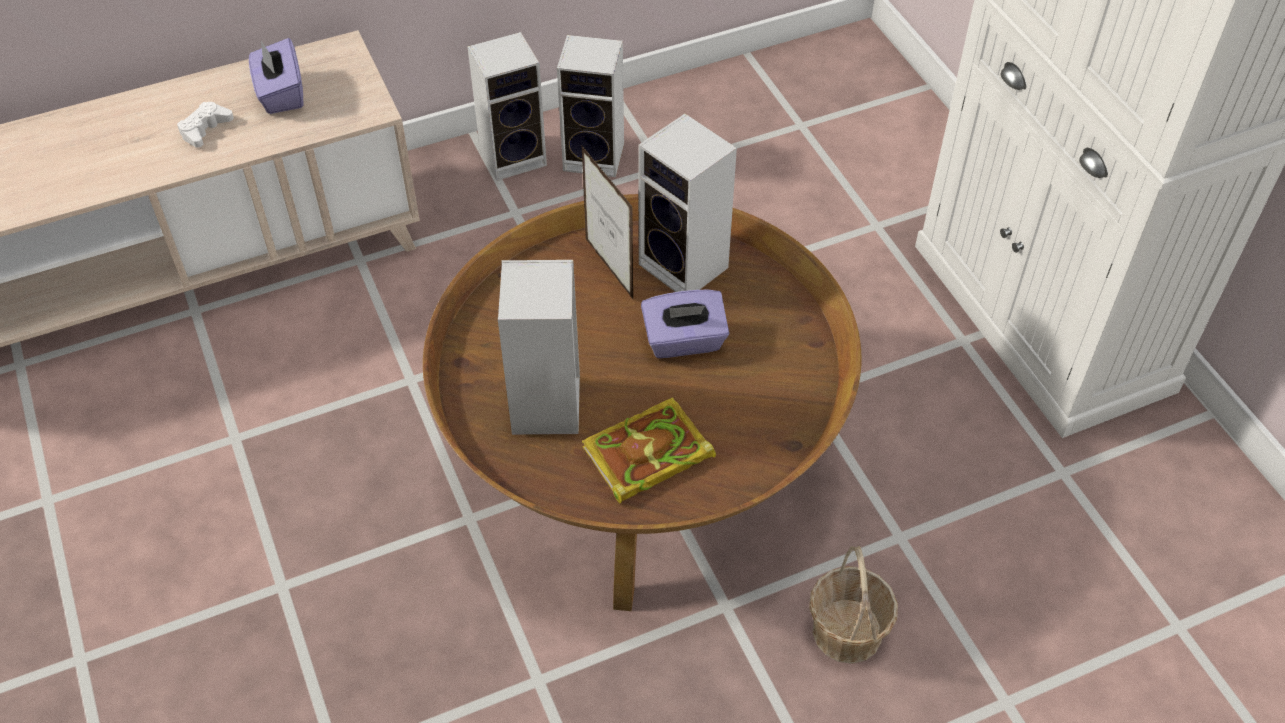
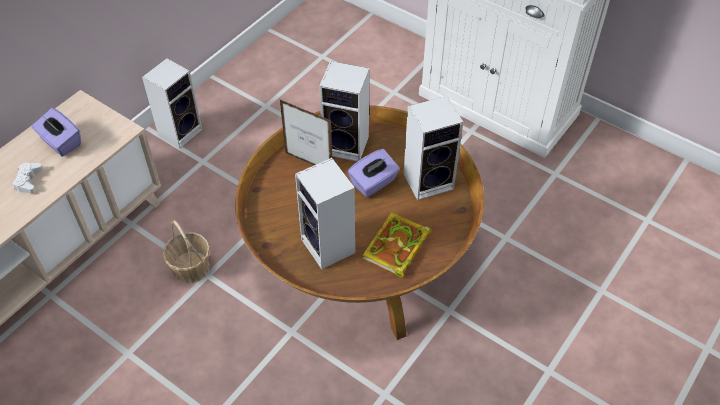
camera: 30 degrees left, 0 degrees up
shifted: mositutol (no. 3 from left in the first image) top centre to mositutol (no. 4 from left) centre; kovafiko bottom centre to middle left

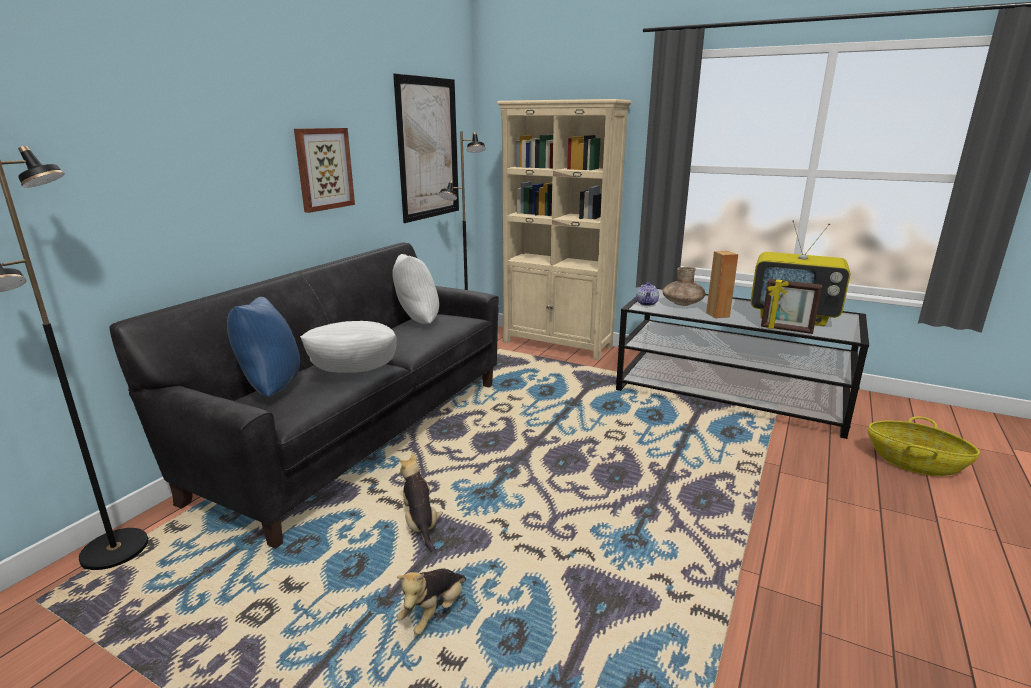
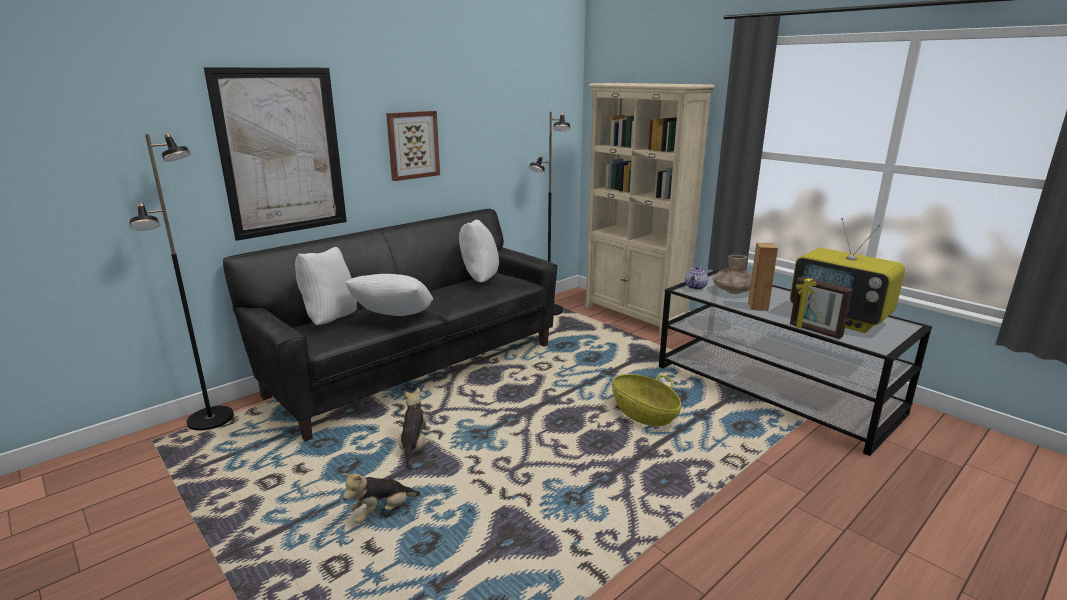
camera: 20 degrees right, 0 degrees up
shifted: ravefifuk (no. 2 from left in the first image) top centre to ravefifuk (no. 1 from left) top left; kovafiko middle right to bottom centre
repainted: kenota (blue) middle left to kenota (white) (no. 1 from left) middle left

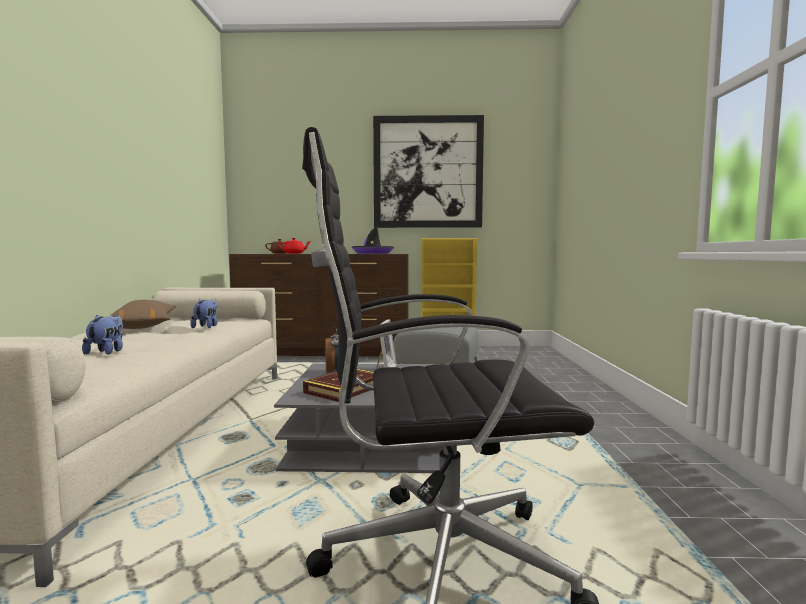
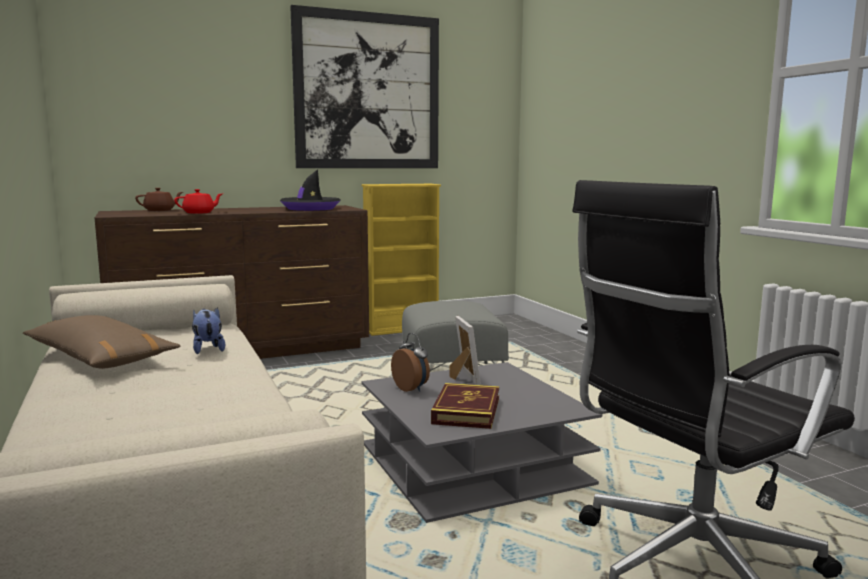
camera: 25 degrees left, 5 degrees up
gone: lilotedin (no. 1 from left) middle left

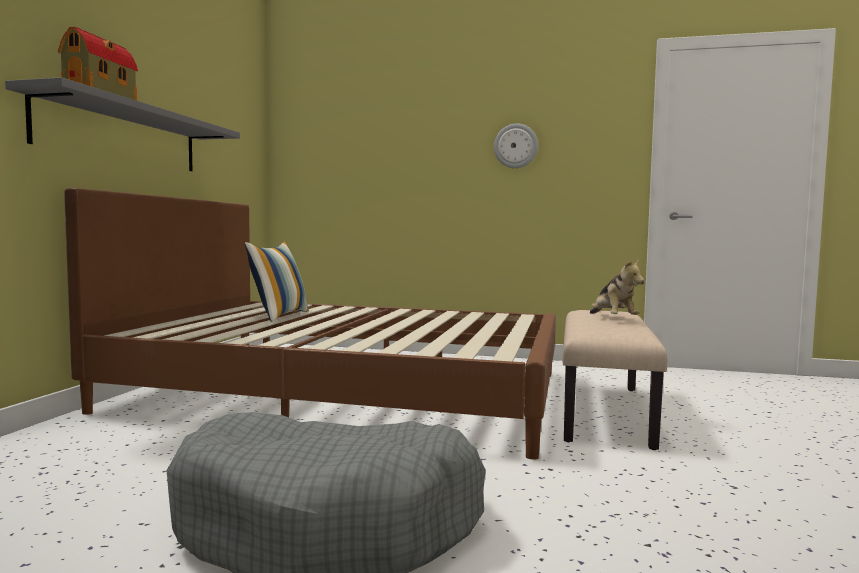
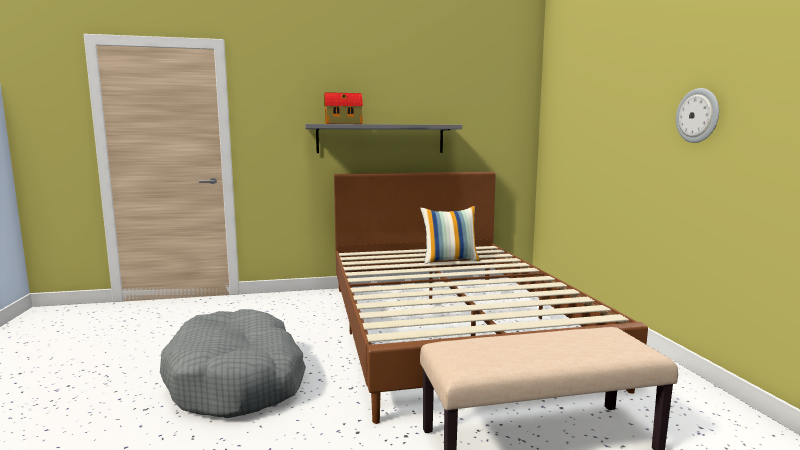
camera: 65 degrees right, 5 degrees up
gone: lilotedin middle right

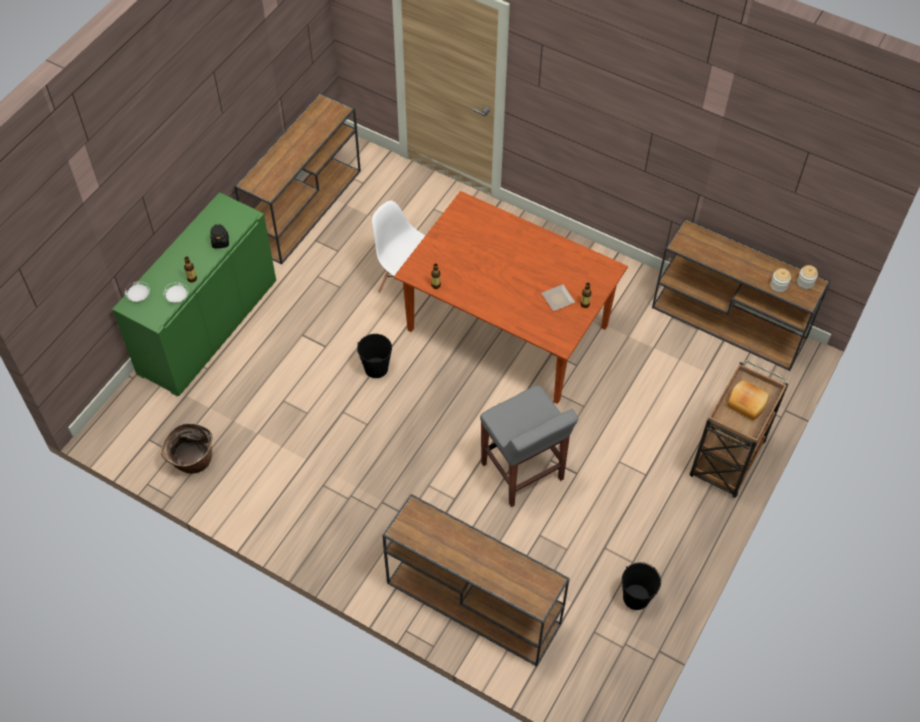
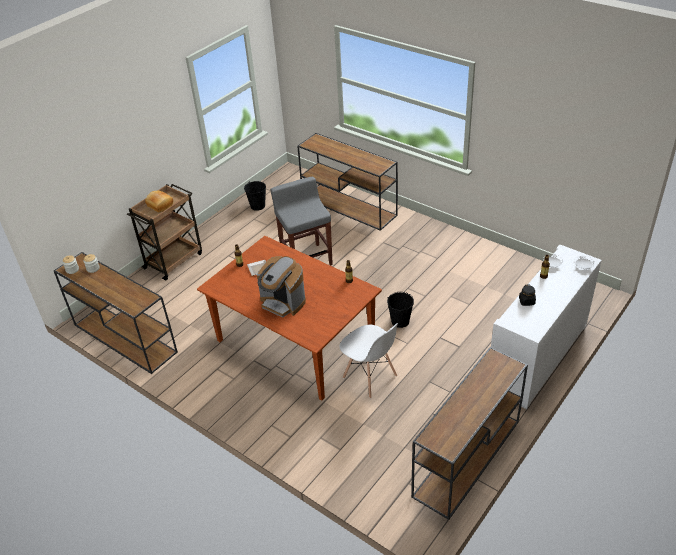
camera: 170 degrees left, 15 degrees down
gone: kovafiko middle left
new: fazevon centre
repainted: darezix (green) middle left to darezix (white) middle right

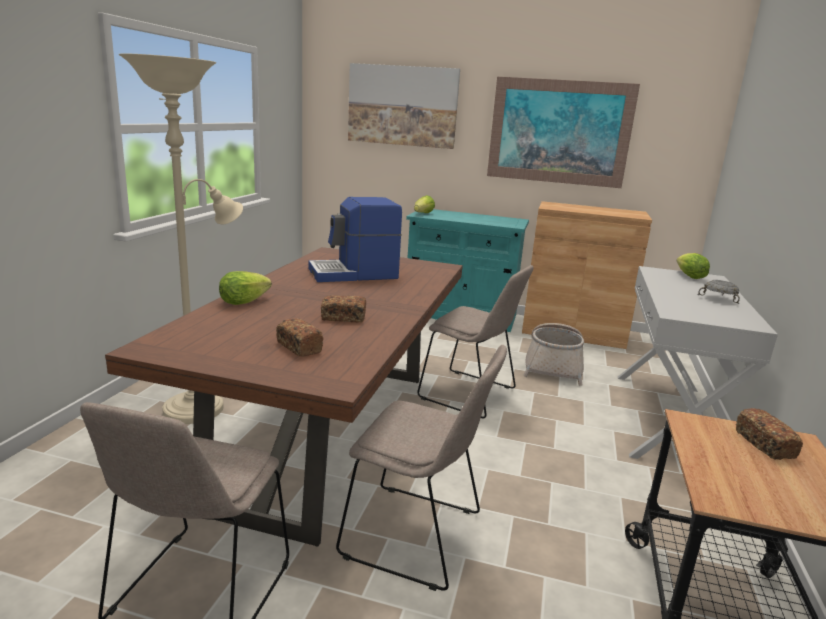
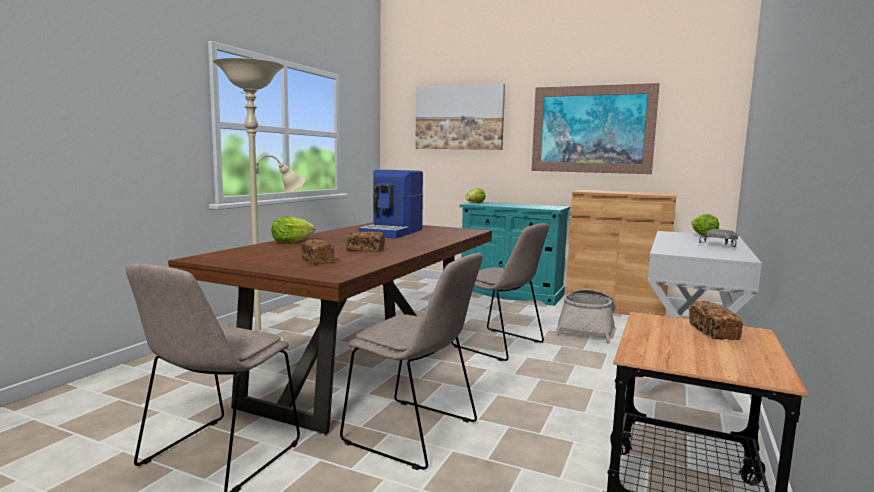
camera: 10 degrees right, 10 degrees down
rotated: fazevon centre = centre 60 degrees counterclockwise

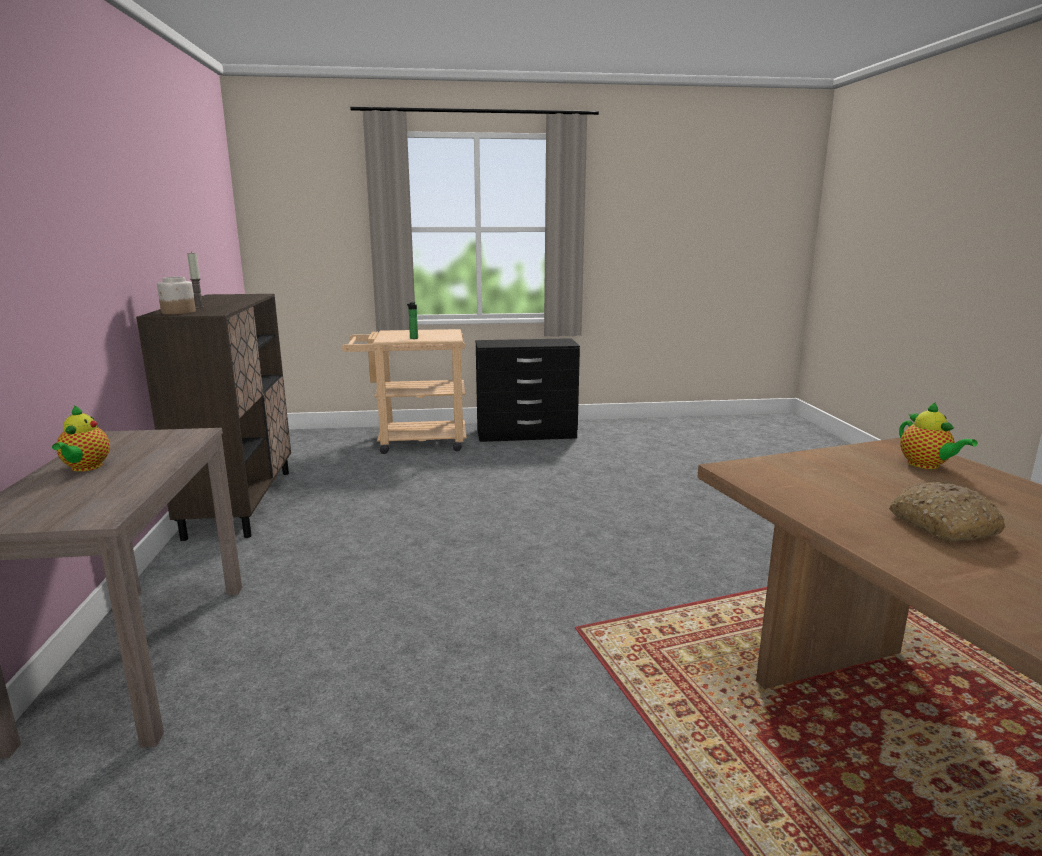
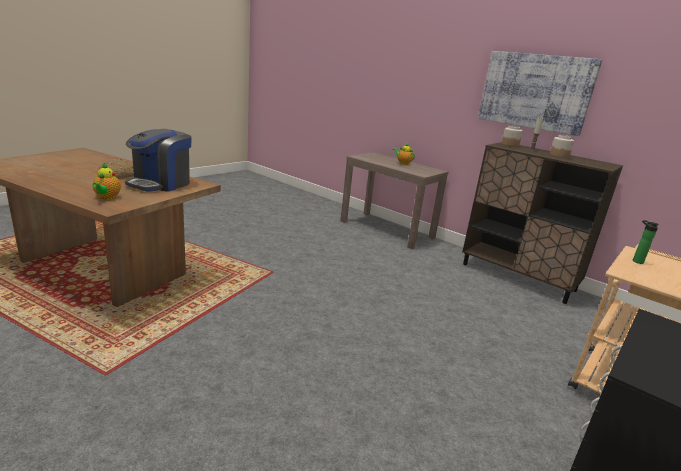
camera: 135 degrees right, 5 degrees up
new: fazevon middle left; ravefifuk top right; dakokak (no. 2 from left) top right
rotated: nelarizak (no. 2 from left in the first image) middle right = middle left 120 degrees counterclockwise

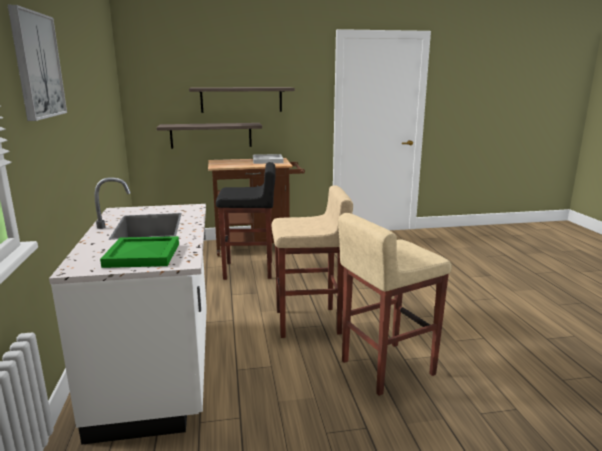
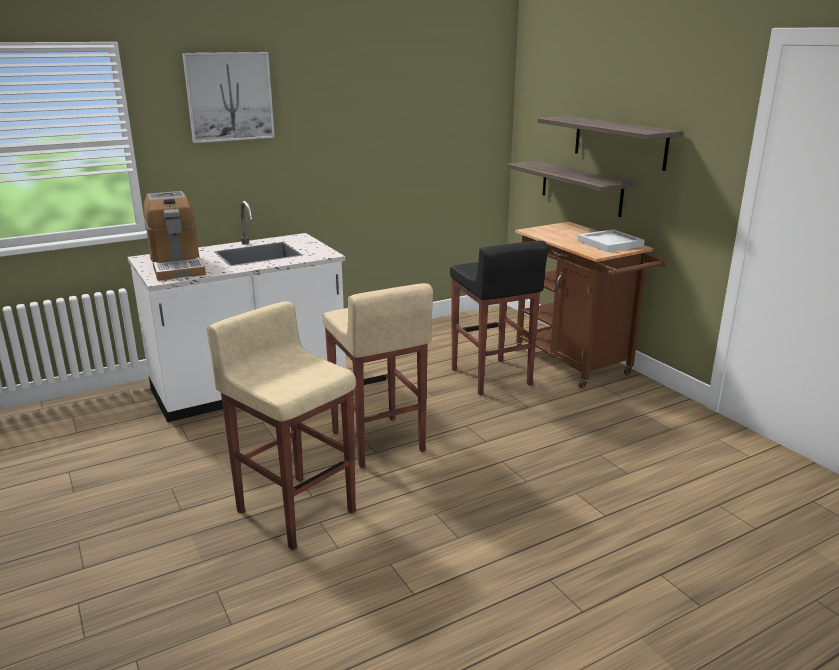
camera: 70 degrees right, 5 degrees up
swapped: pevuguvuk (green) middle left to fazevon middle left

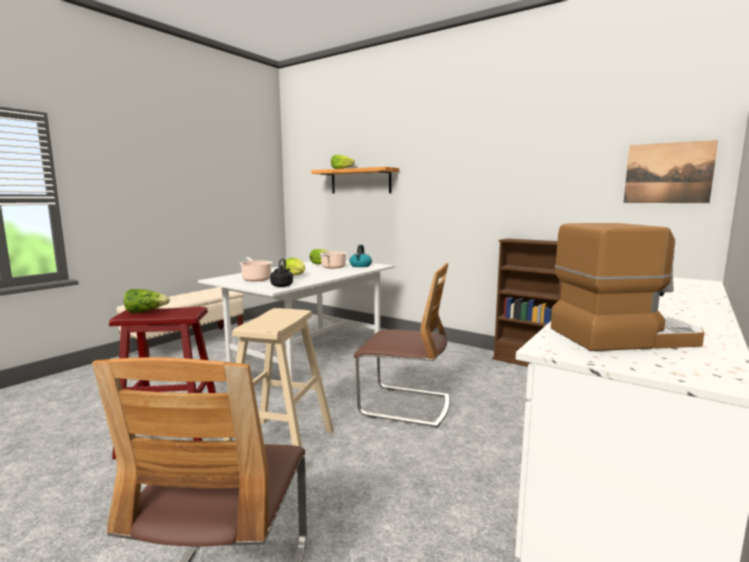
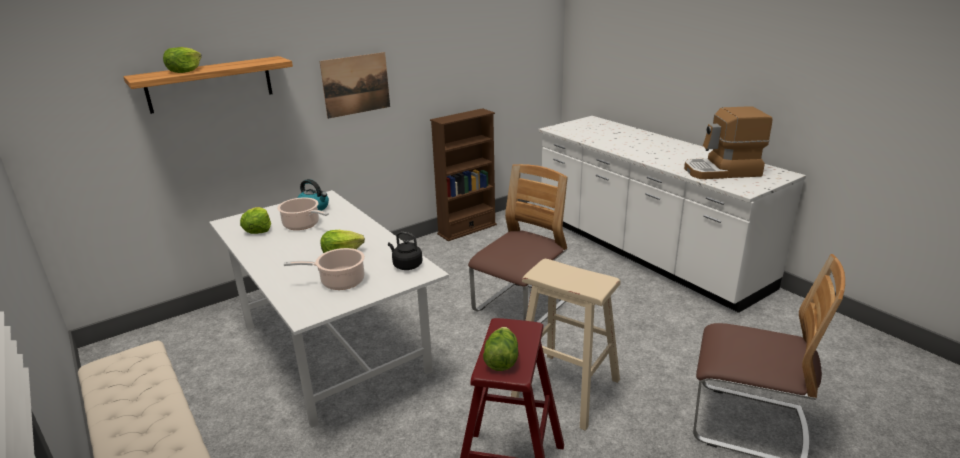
camera: 70 degrees left, 15 degrees up
shifted: ravefifuk top right to top centre
rotated: fazevon middle right = top right 105 degrees counterclockwise

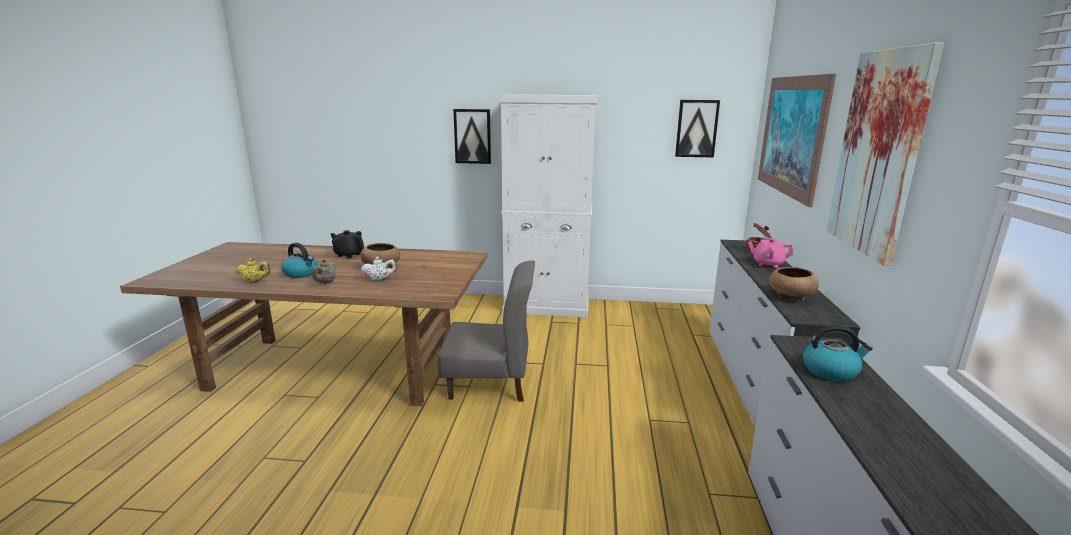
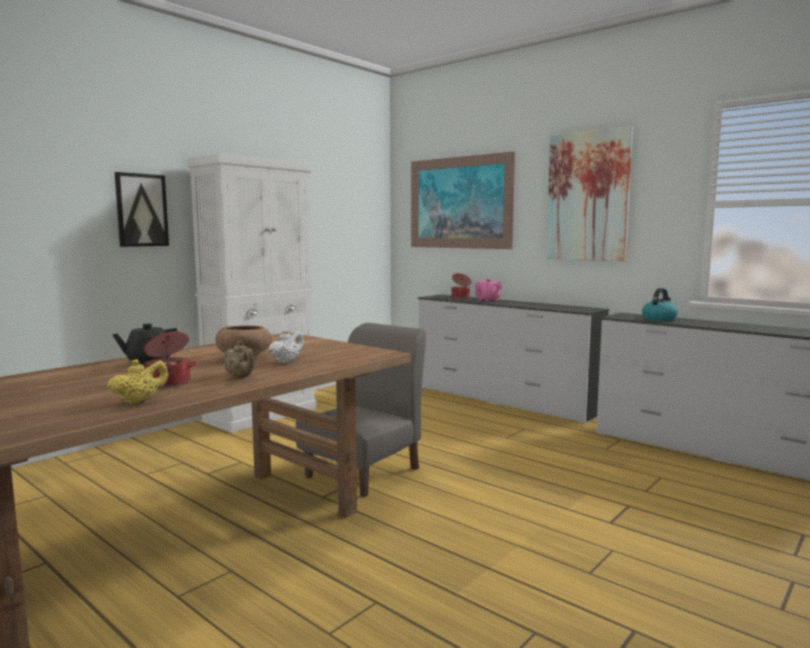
camera: 55 degrees left, 10 degrees down
gone: ravefifuk (no. 2 from left) top centre; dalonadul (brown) (no. 2 from left) middle right
swapped: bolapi (no. 1 from left) middle left to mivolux (no. 1 from left) middle left

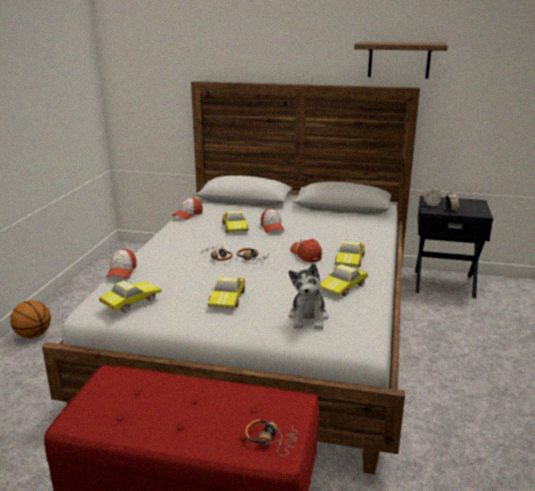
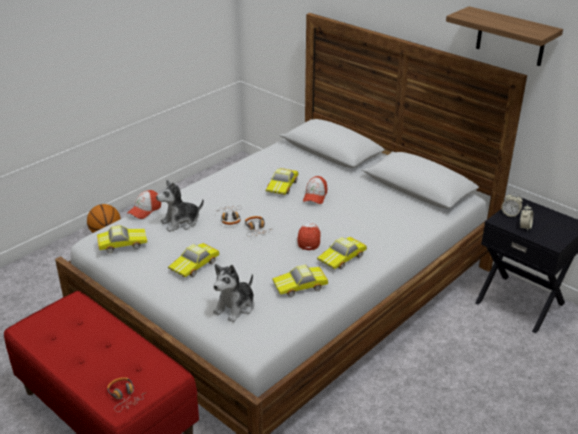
camera: 30 degrees right, 10 degrees up
gone: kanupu (no. 2 from left) centre
new: lilotedin (no. 1 from left) middle left

